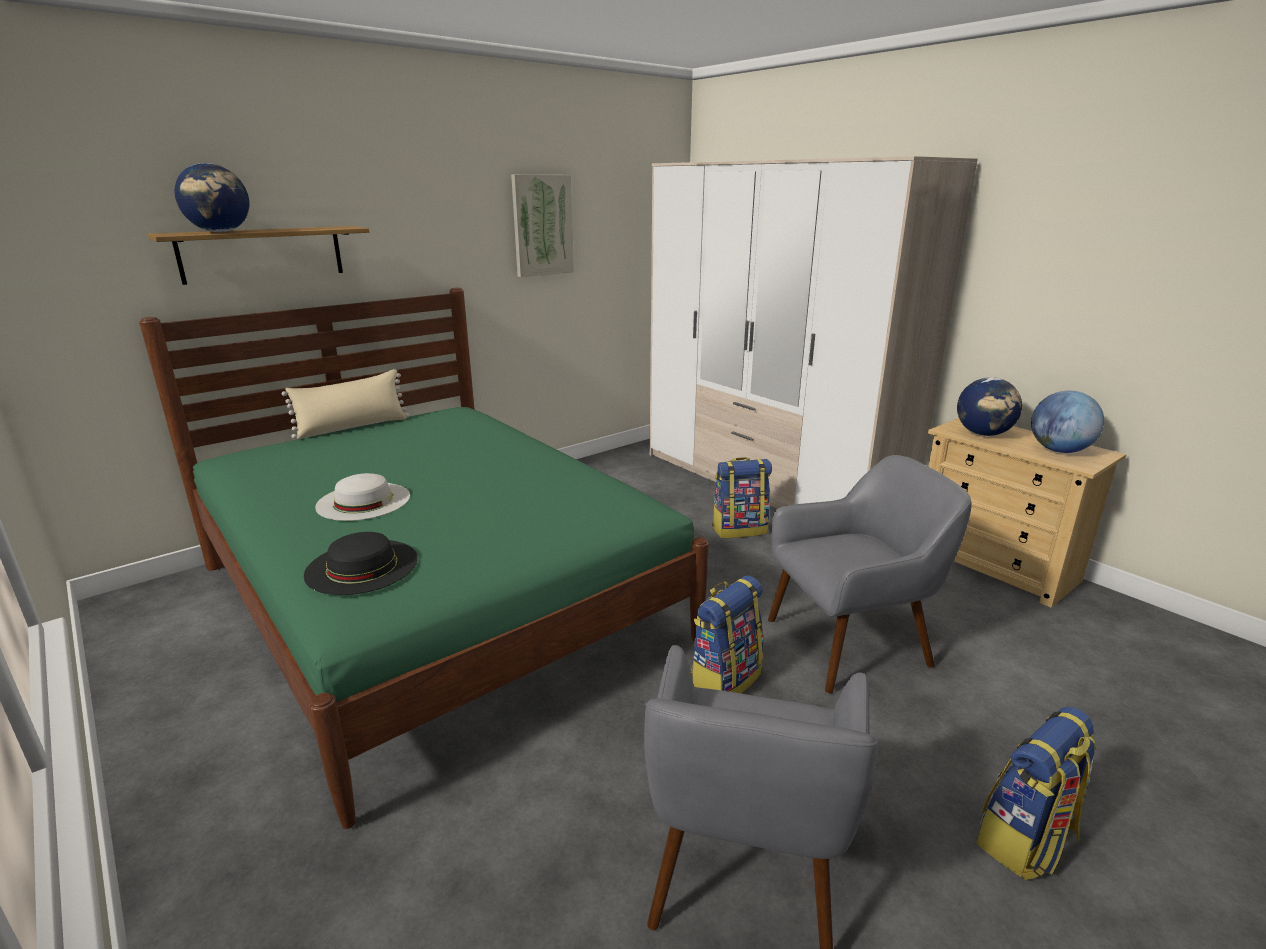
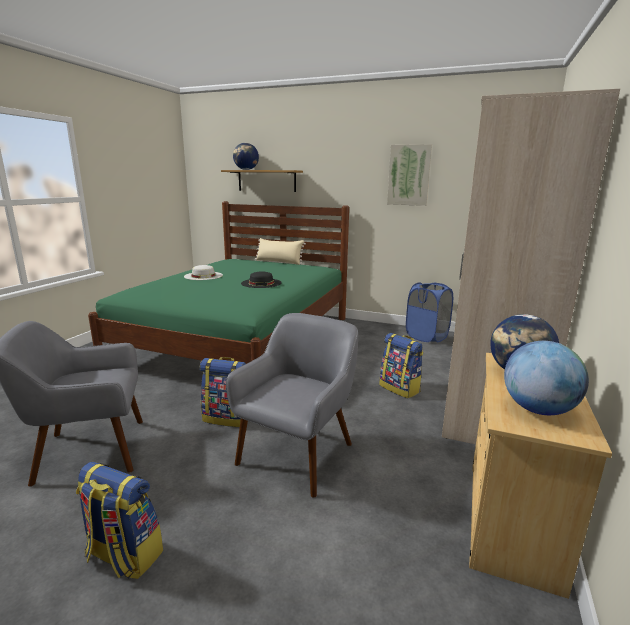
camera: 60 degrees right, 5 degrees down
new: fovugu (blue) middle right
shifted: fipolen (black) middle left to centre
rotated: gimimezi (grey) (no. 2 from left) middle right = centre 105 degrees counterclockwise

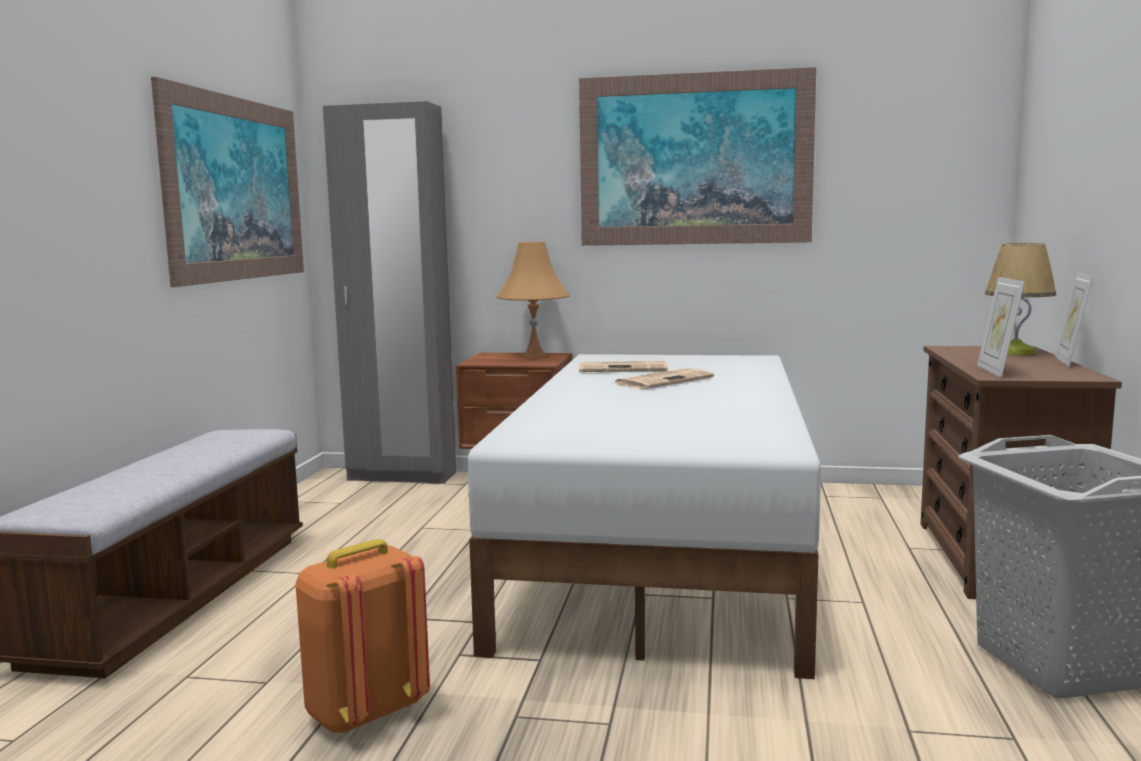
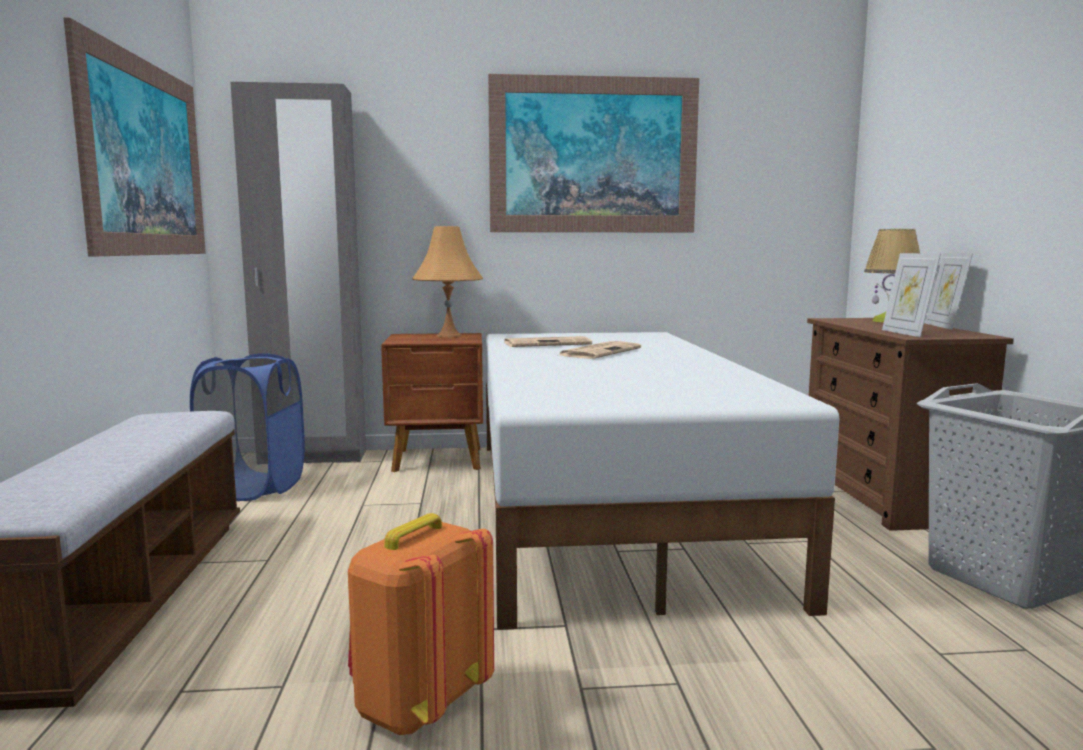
camera: 15 degrees left, 0 degrees up
new: fovugu (blue) middle left

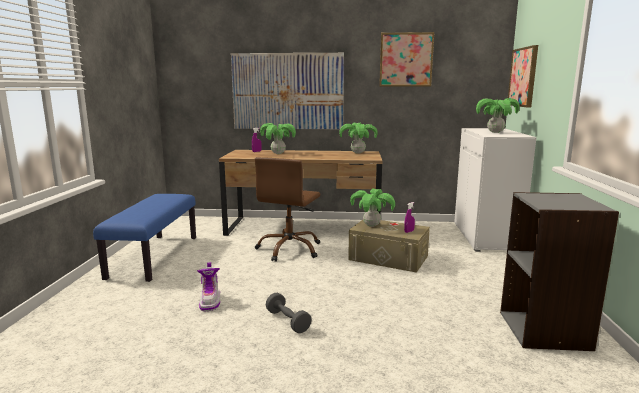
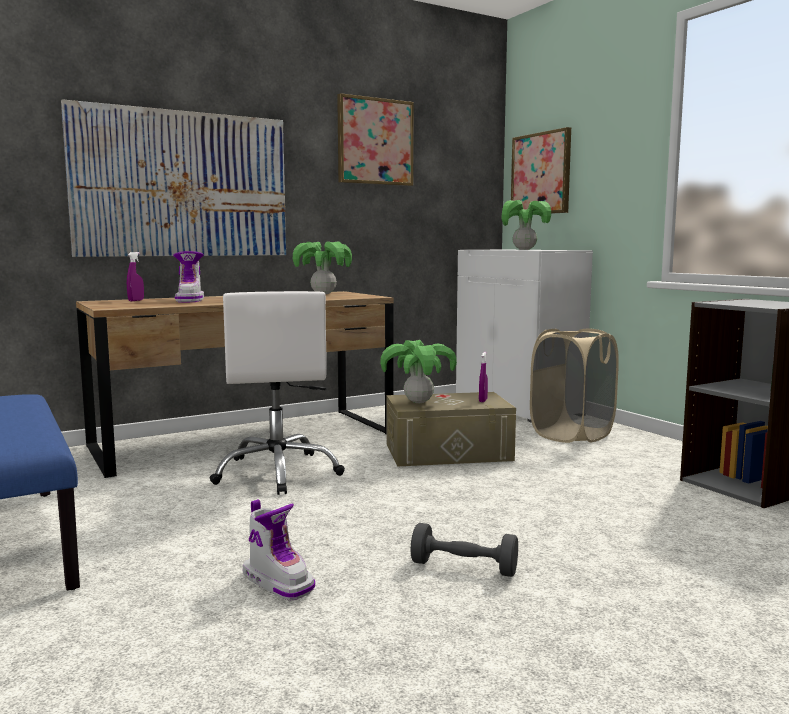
camera: 35 degrees left, 5 degrees down
new: fovugu (beige) middle right
swapped: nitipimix (no. 1 from left) centre to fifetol (no. 1 from left) middle left
repainted: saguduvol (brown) centre to saguduvol (white) centre

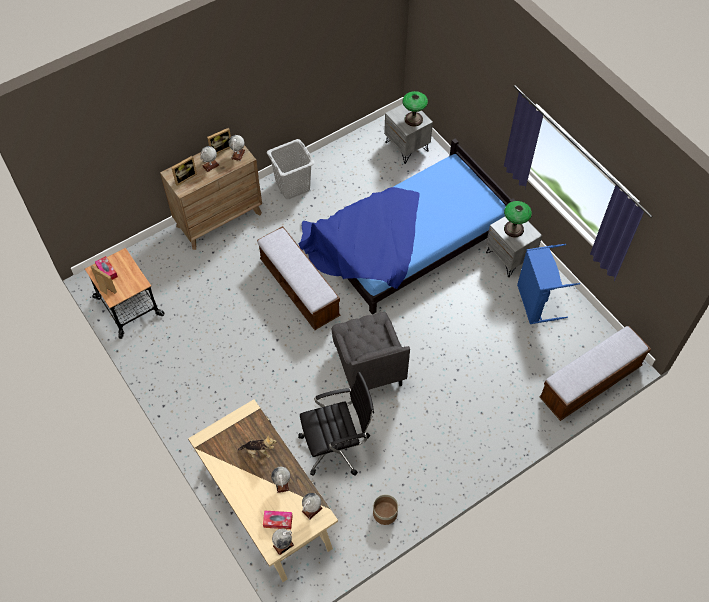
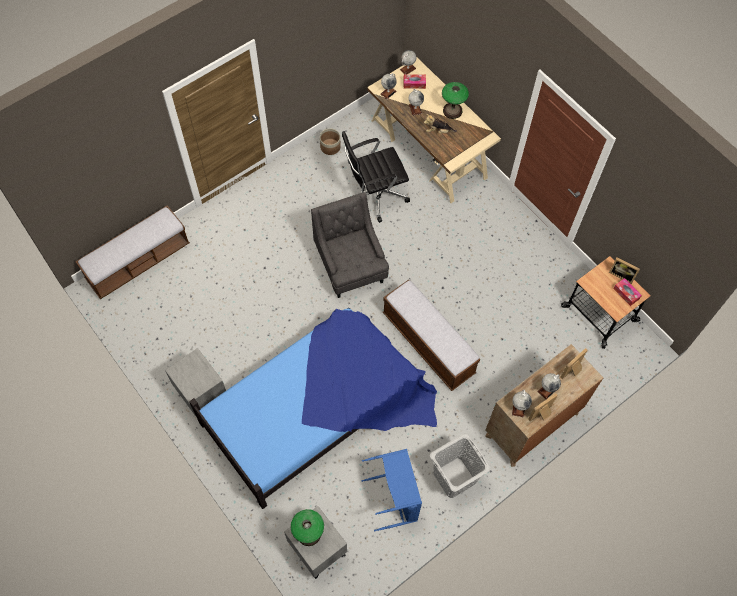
camera: 175 degrees right, 5 degrees up
shifted: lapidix (no. 2 from left) middle right to top centre; fovugu (blue) middle right to bottom centre

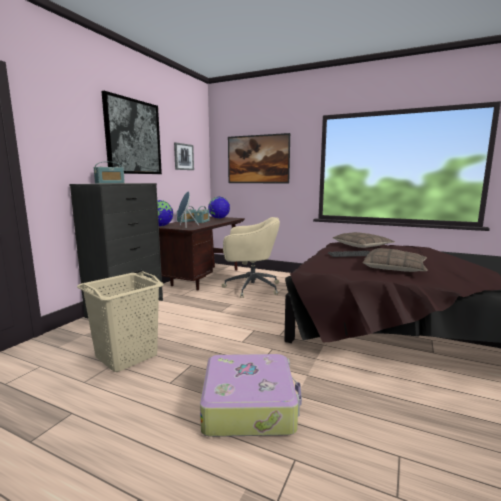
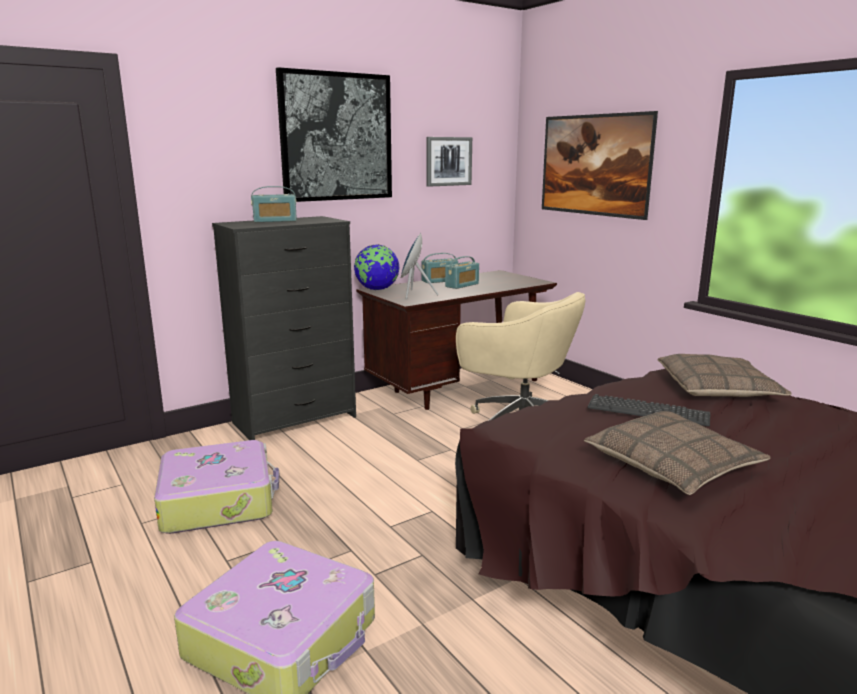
camera: 30 degrees right, 5 degrees up
gone: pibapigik (no. 2 from left) centre
swapped: fovugu (beige) middle left to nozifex (no. 1 from left) bottom left

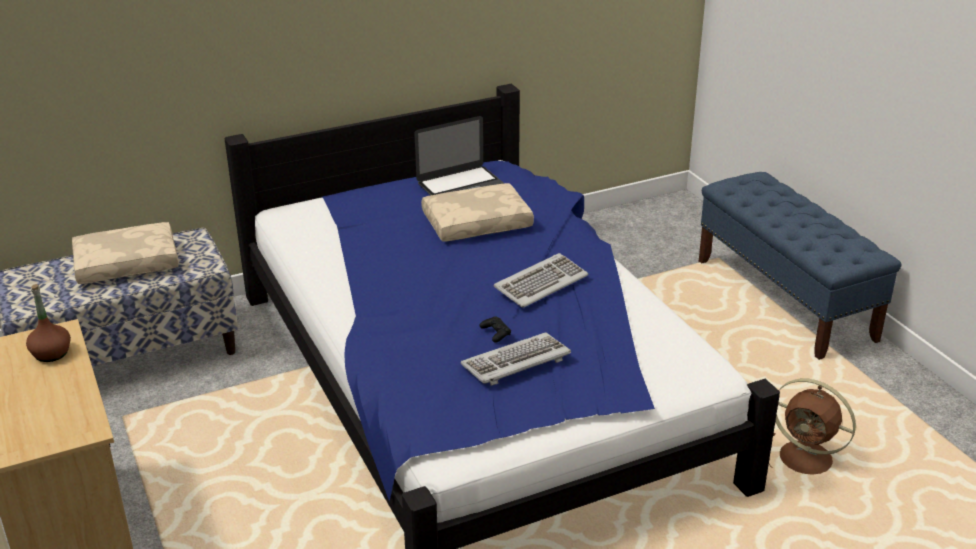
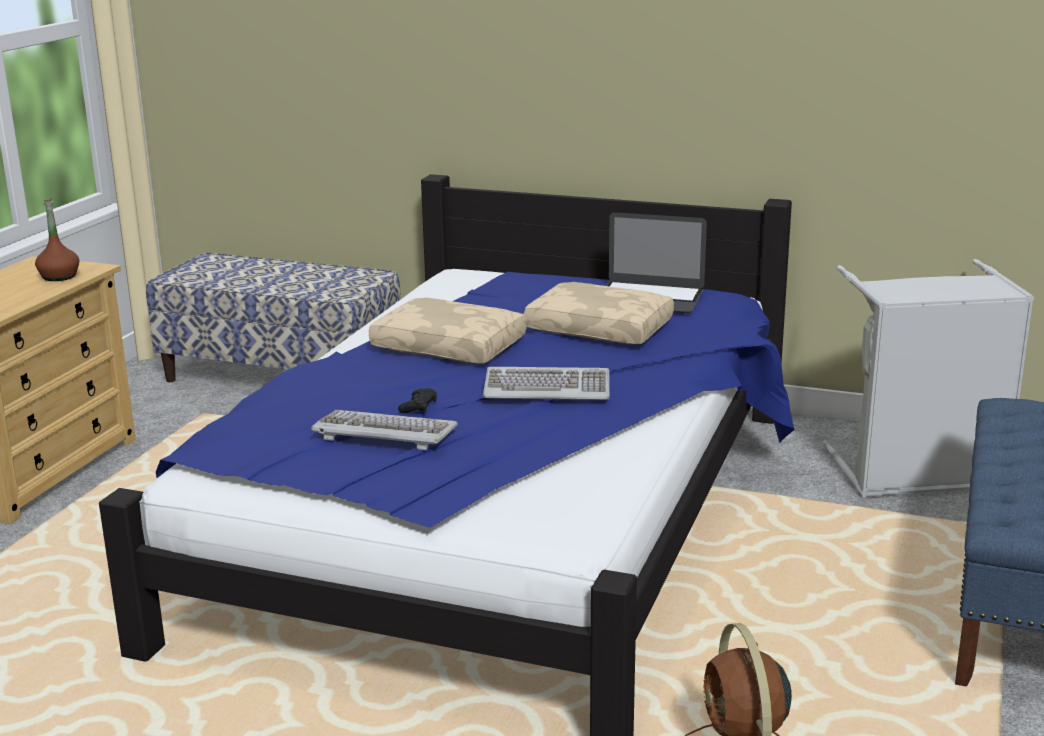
camera: 45 degrees right, 10 degrees down
new: fovugu (grey) middle right
shifted: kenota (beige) (no. 1 from left) middle left to centre

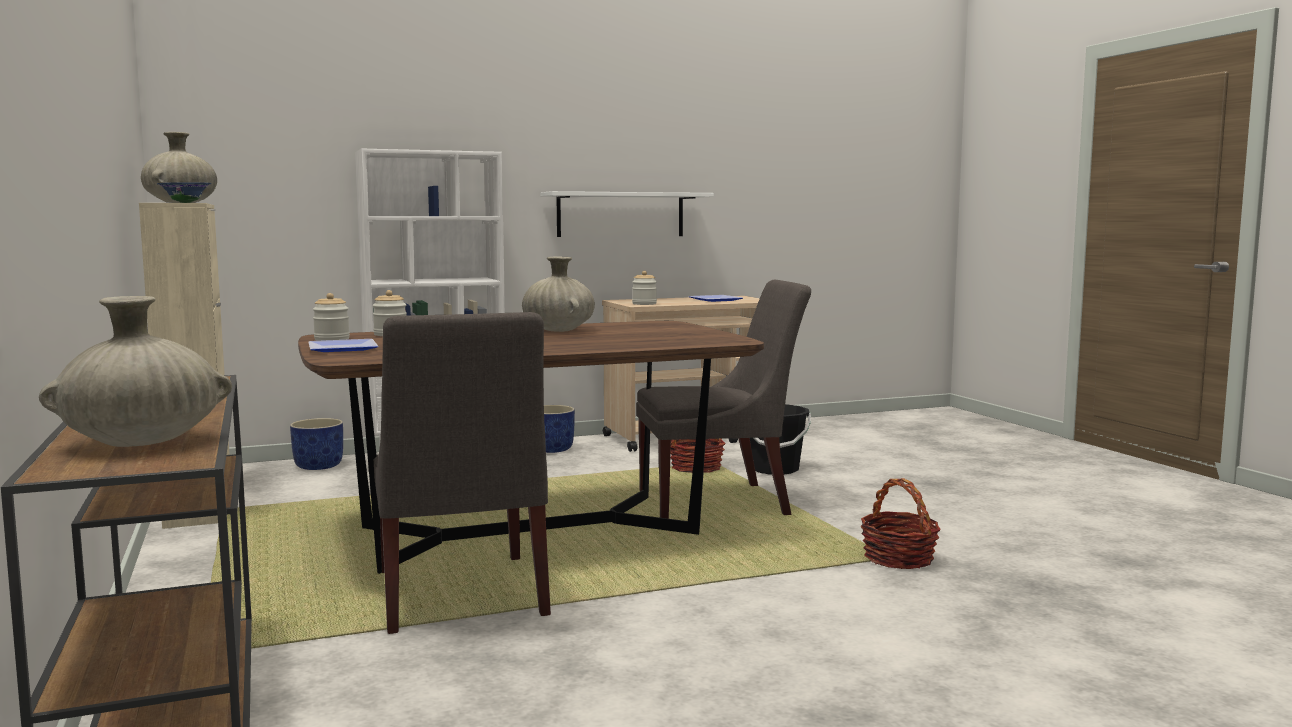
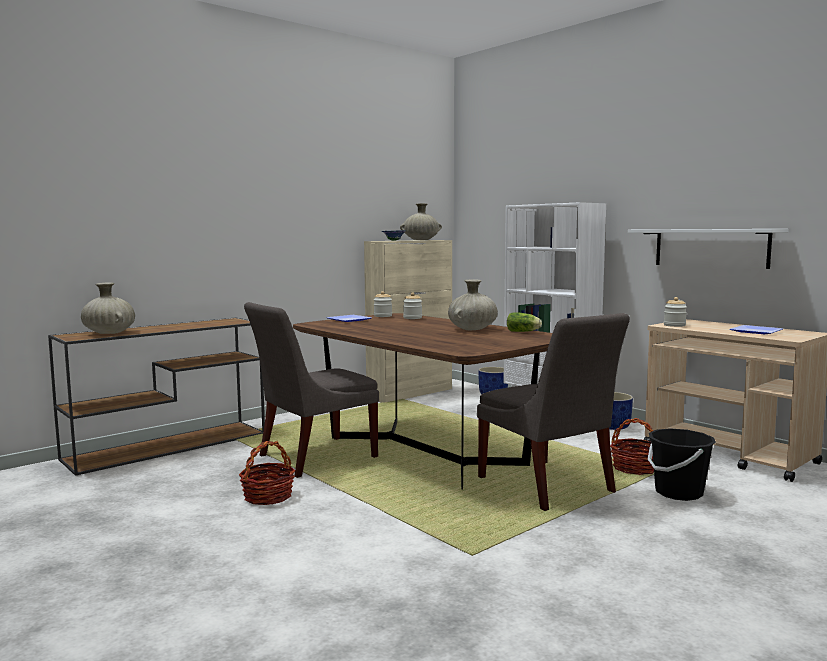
camera: 70 degrees right, 0 degrees up
new: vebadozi centre
shifted: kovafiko (no. 2 from left in the first image) bottom right to kovafiko (no. 1 from left) bottom left

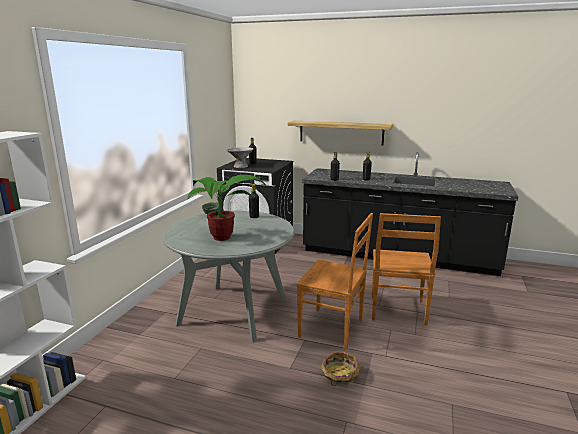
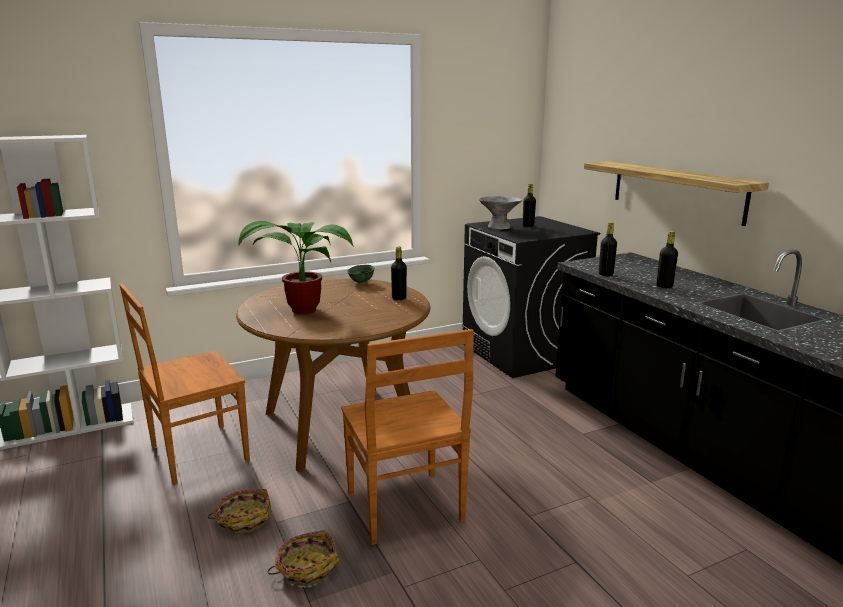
camera: 45 degrees right, 0 degrees up
new: kovafiko (no. 1 from left) bottom left
shifted: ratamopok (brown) (no. 2 from left in the first image) middle right to ratamopok (brown) (no. 1 from left) middle left
repainted: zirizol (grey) centre to zirizol (brown) centre

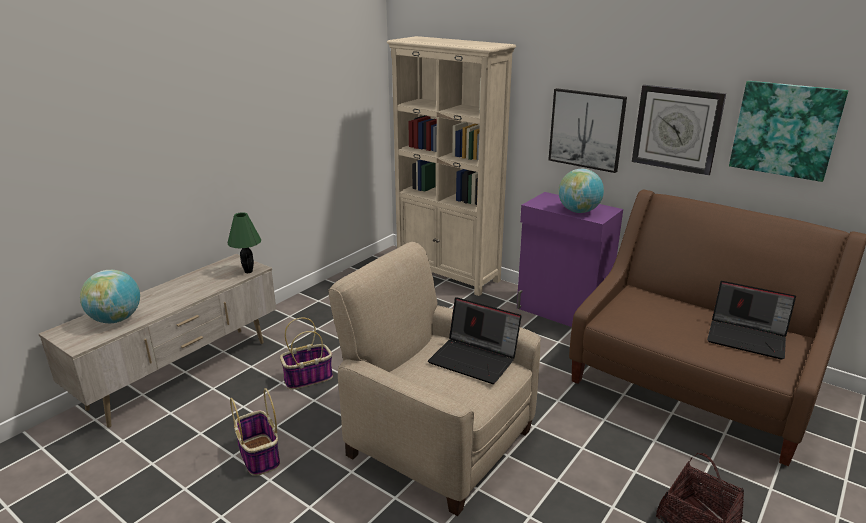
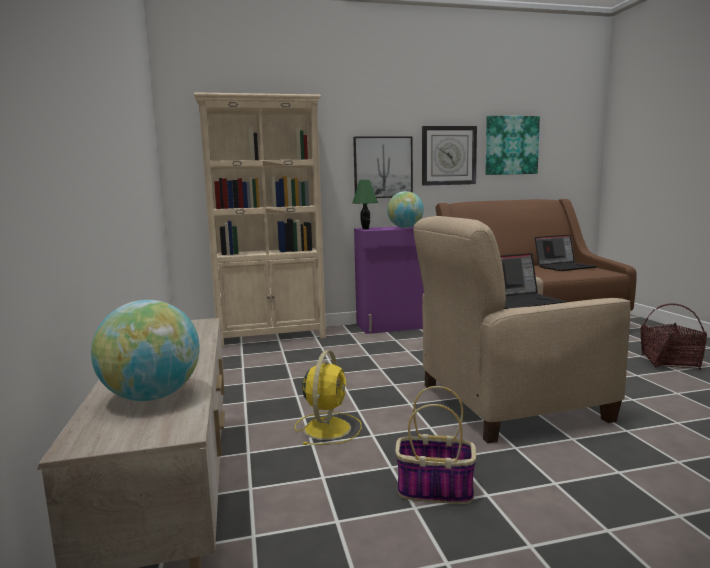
camera: 50 degrees left, 15 degrees down
shifted: lapidix (green) middle left to centre
swapped: kovafiko (no. 2 from left) bottom centre to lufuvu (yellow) bottom centre

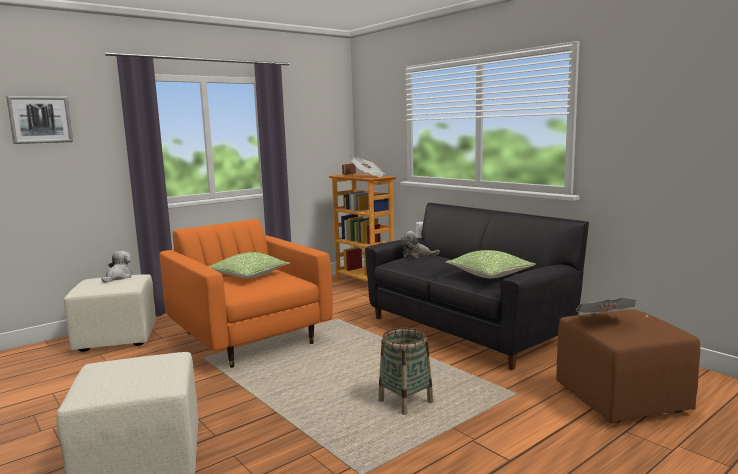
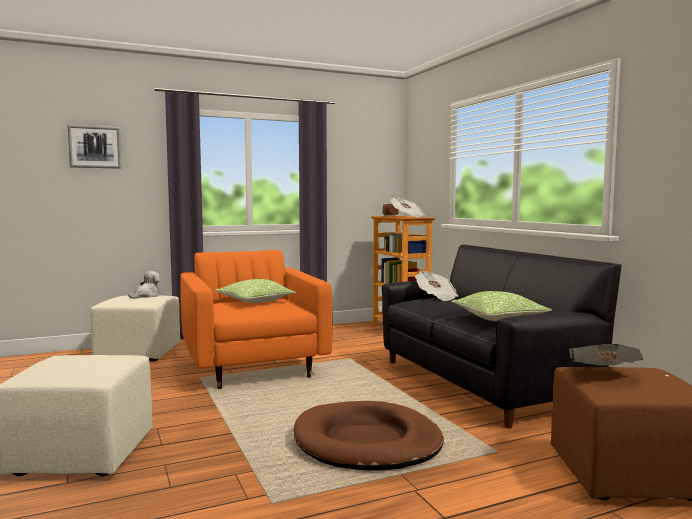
camera: 15 degrees right, 5 degrees down
swapped: kovafiko bottom centre to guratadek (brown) bottom centre; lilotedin (no. 2 from left) centre to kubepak (no. 2 from left) centre

